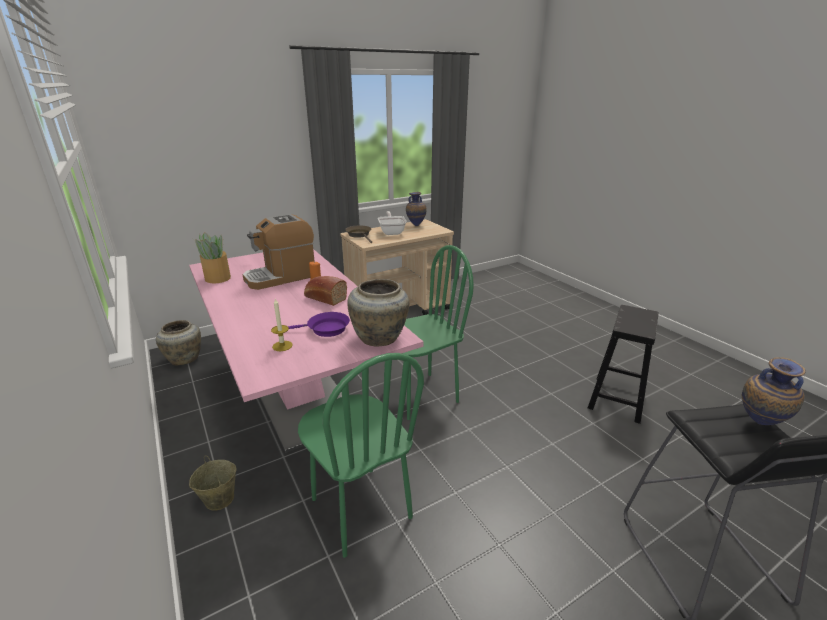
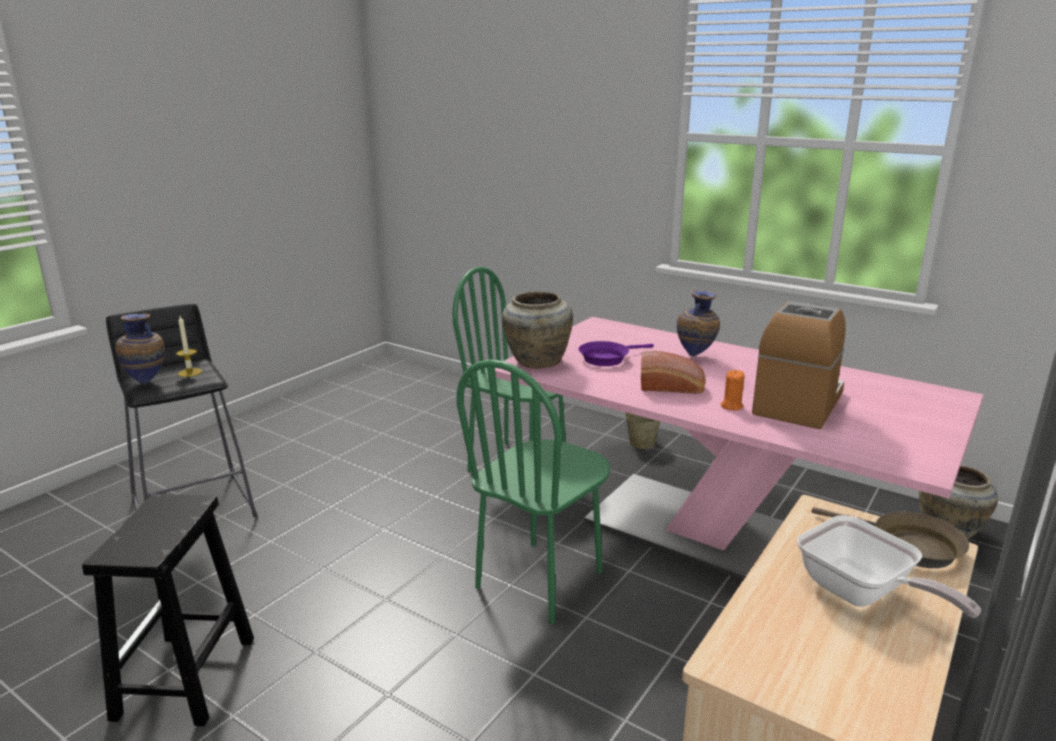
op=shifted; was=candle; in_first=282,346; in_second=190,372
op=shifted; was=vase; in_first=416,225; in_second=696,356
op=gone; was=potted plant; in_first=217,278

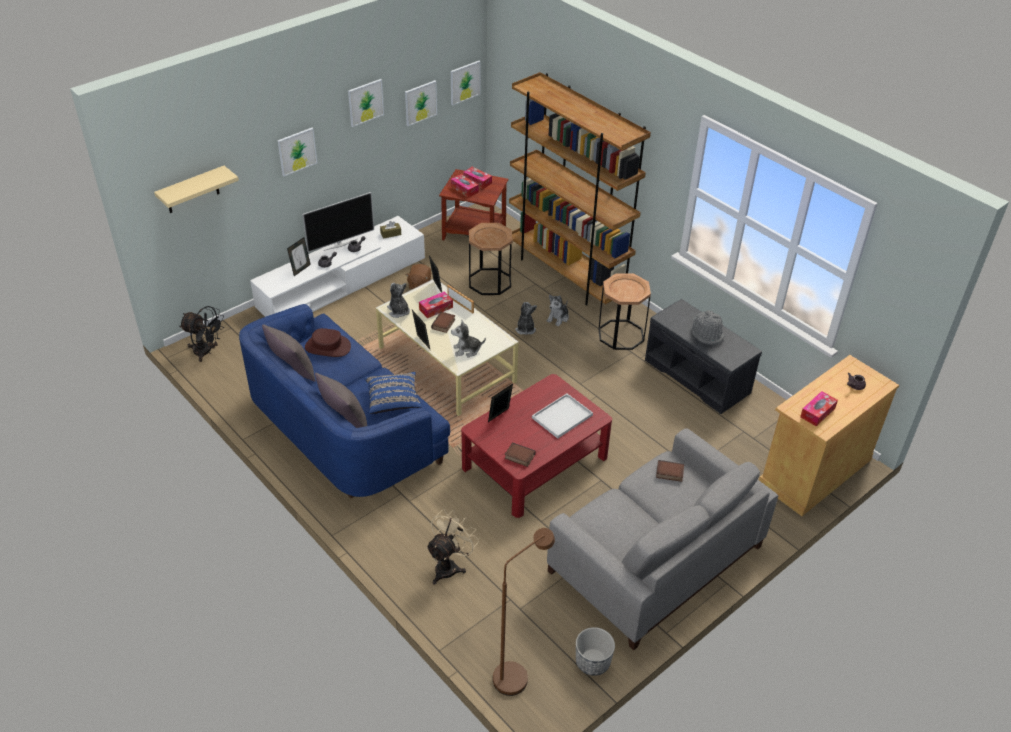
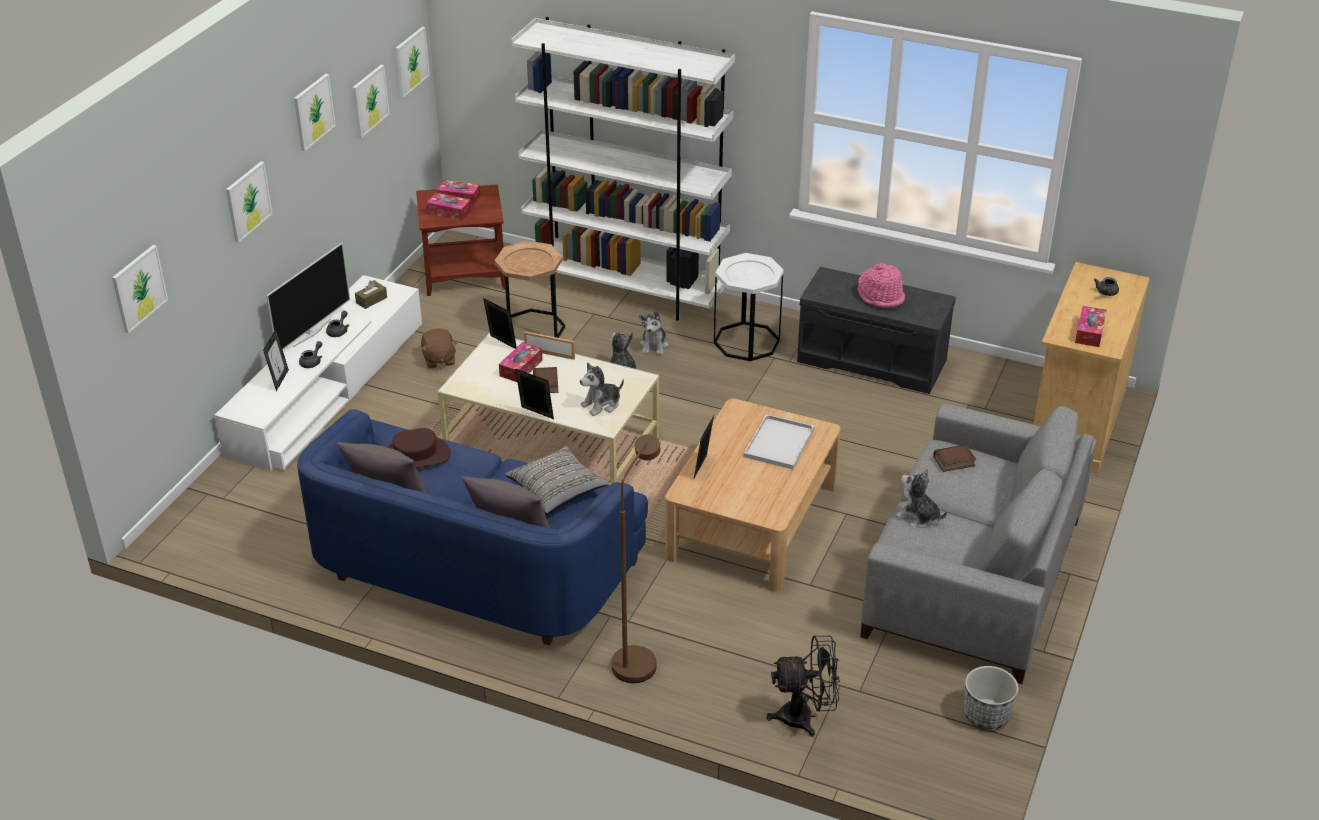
op=swapped; was=shelf/beige; now=picture; in_first=192,190; in_second=139,288
op=repainted; was=pillow/blue; now=pillow/grey; in_first=393,400; in_second=557,491
op=repainted; was=bookcase/brown; now=bookcase/white; in_first=567,274; in_second=626,291
op=shifted; was=floor lamp/brown; in_first=516,673; in_second=637,657
op=repainted; was=coffee table/red; now=coffee table/beige; in_first=535,462; in_second=752,521
op=repainted; was=side table/brown; now=side table/white; in_first=621,335; in_second=746,341
op=shifted; was=fan/black; in_first=206,352; in_second=805,717
op=repainted; was=hat/grey; now=hat/pink; in_first=707,334; in_second=881,296
op=shifted; was=plush toy; in_first=398,311; in_second=918,517
op=gone; was=fan/beige; in_first=449,566
op=gone; was=book; in_first=519,457

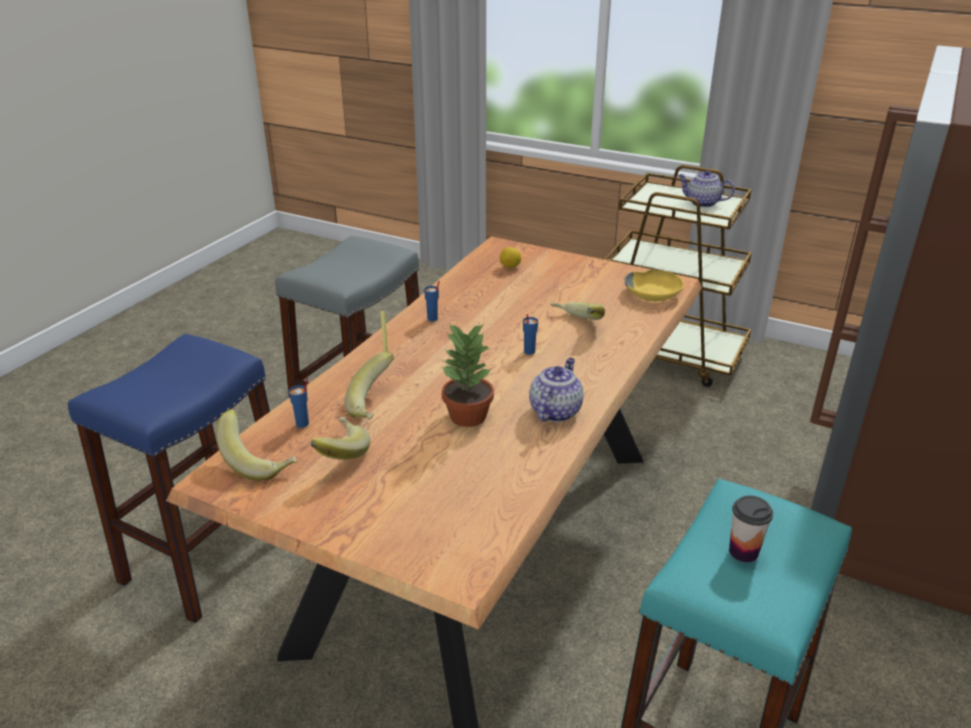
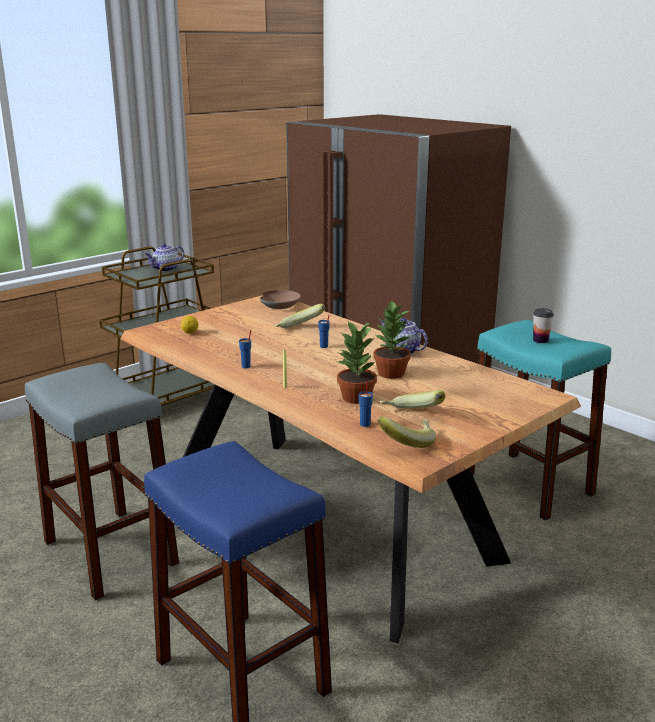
op=repainted; was=bowl/yellow; now=bowl/brown; in_first=654,293; in_second=280,305
op=swapped; was=banana; now=potted plant; in_first=375,405; in_second=356,398

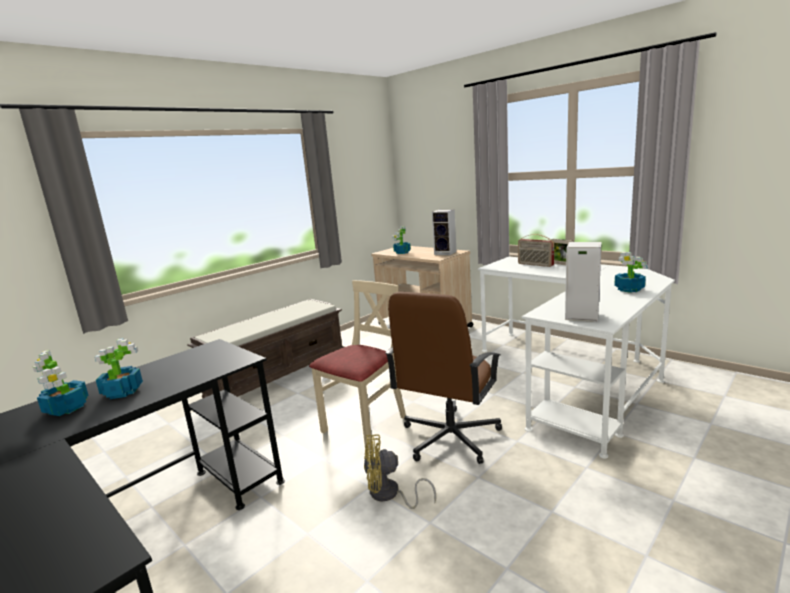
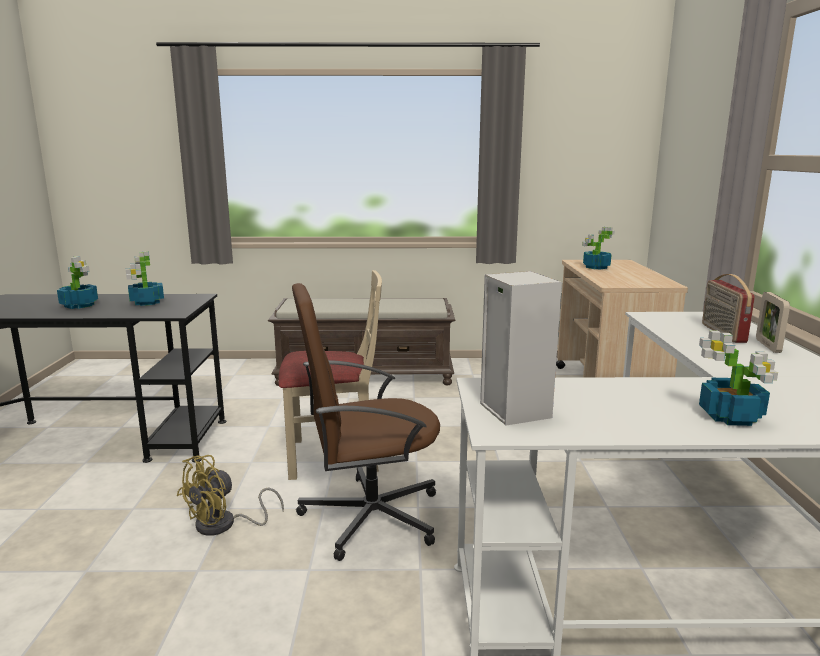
op=shifted; was=potted plant; in_first=67,408; in_second=146,302
op=rotated; was=fan/yellow; in_first=389,495; in_second=224,525; clockwise=-90
op=gone; was=speaker; in_first=446,253

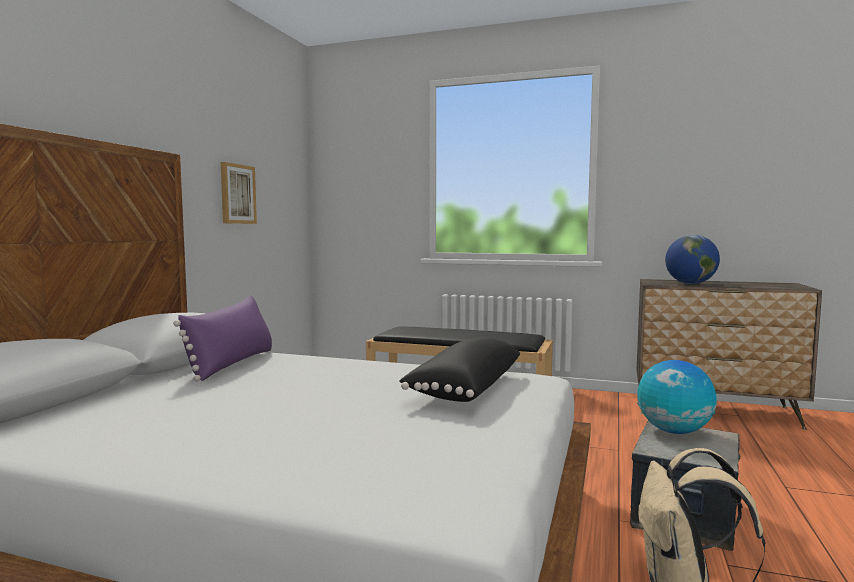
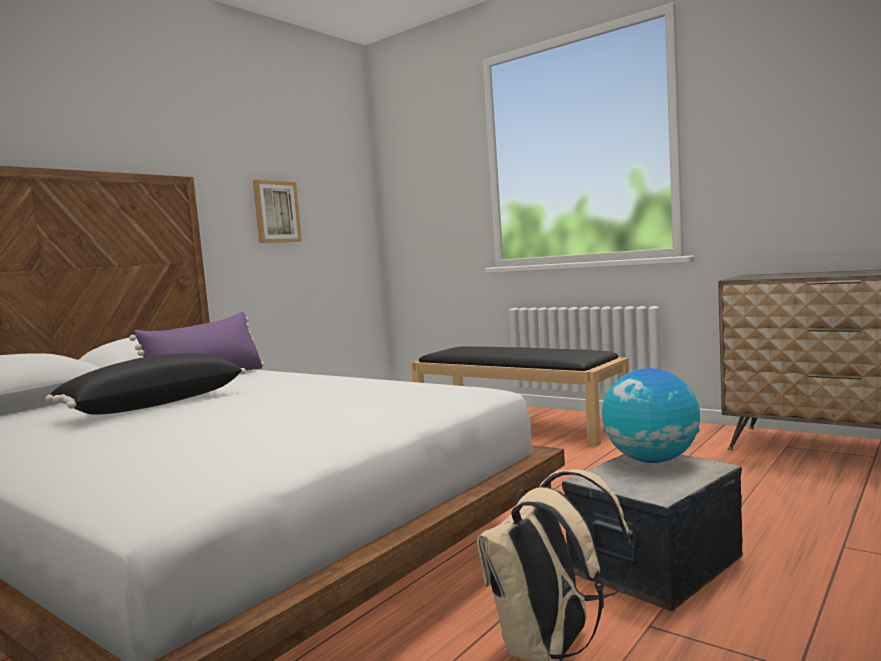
op=shifted; was=pillow/black; in_first=464,388; in_second=153,404
op=gone; was=globe; in_first=690,284

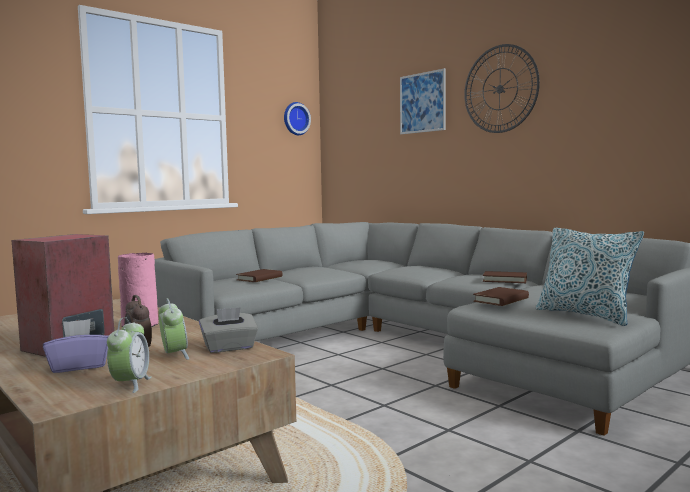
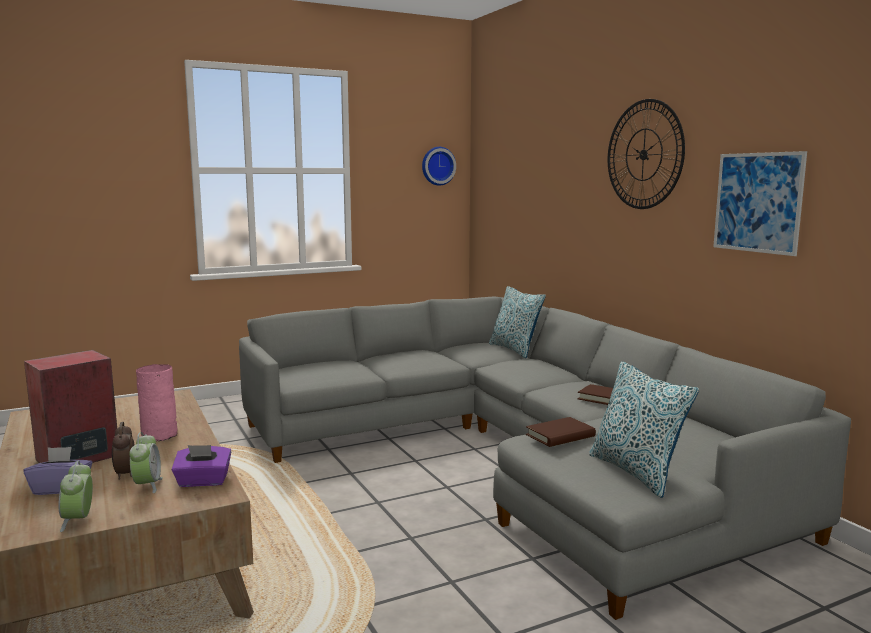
op=rotated; was=alarm clock; in_first=130,384; in_second=78,520; clockwise=150
op=repainted; was=tissue box/grey; now=tissue box/purple; in_first=229,348; in_second=203,481
op=new; now=pillow; in_second=514,349
op=shifted; was=picture; in_first=422,102; in_second=757,202
op=gone; was=book/brown; in_first=259,278

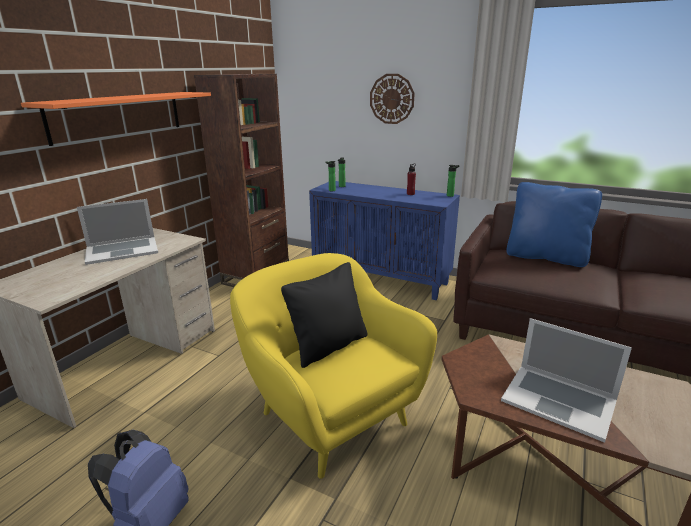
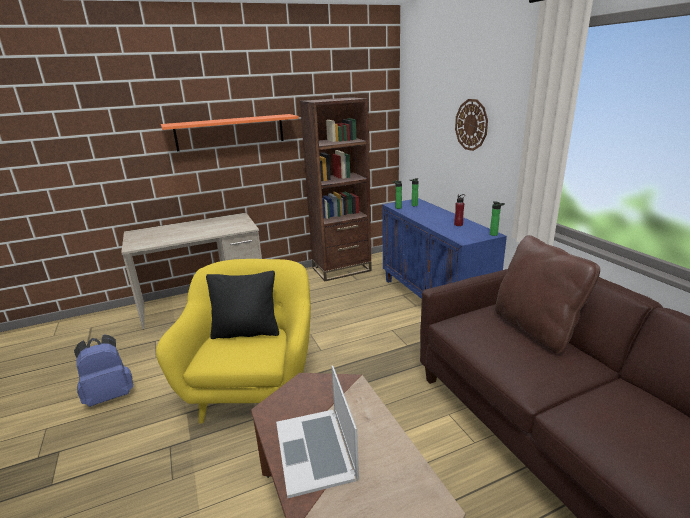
op=repainted; was=pillow/blue; now=pillow/brown; in_first=545,257; in_second=535,328
op=gone; was=laptop; in_first=122,250

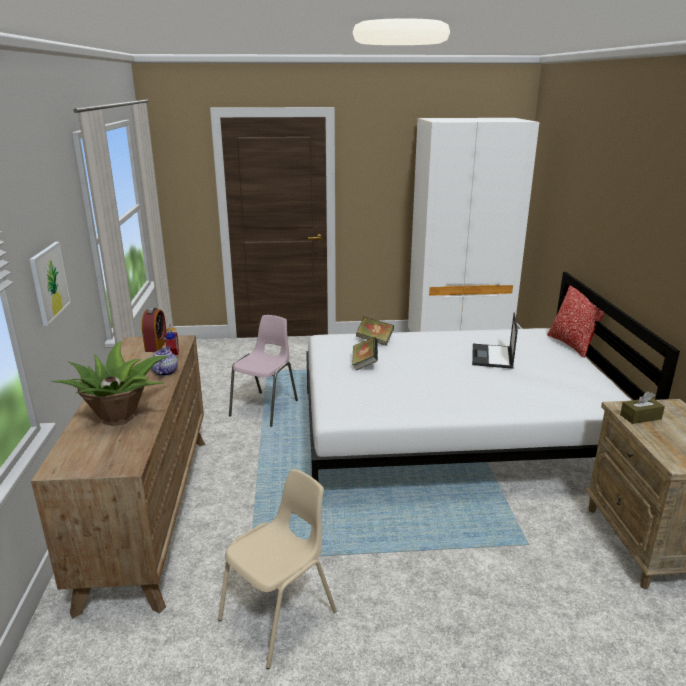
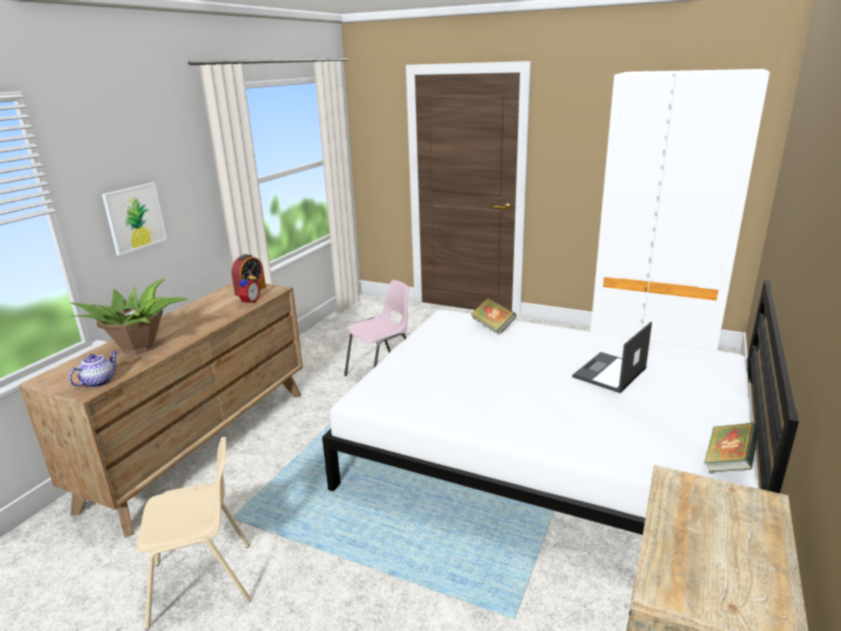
op=shifted; was=teapot; in_first=165,372; in_second=99,382
op=shifted; was=book; in_first=364,364; in_second=727,463
op=gone; was=pillow; in_first=572,345
op=gone; was=tissue box/brown; in_first=640,417

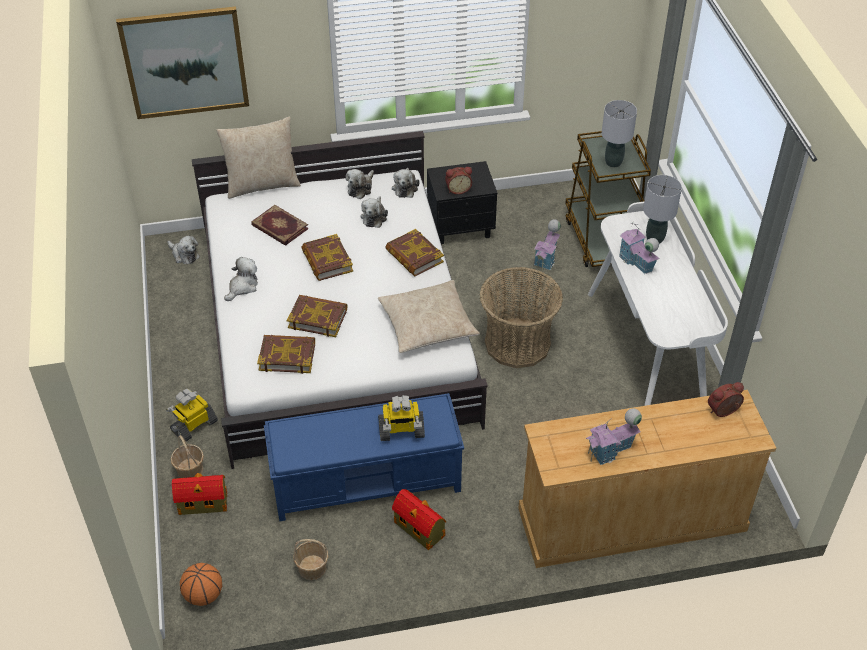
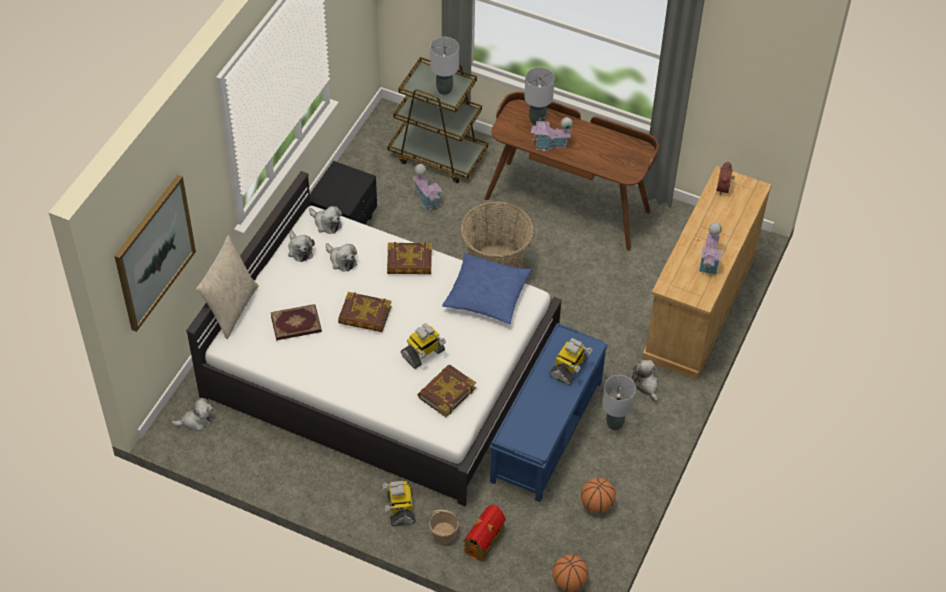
op=swapped; was=book; now=toy robot; in_first=318,318; in_second=423,354
op=repainted; was=pillow/beige; now=pillow/blue; in_first=427,324; in_second=487,295
op=repainted; was=desk/white; now=desk/brown; in_first=646,351; in_second=568,204
op=swapped; was=basket; now=basketball; in_first=312,567; in_second=597,504
op=swapped; was=toy house; now=table lamp/grey; in_first=420,530; in_second=615,424
op=shifted; was=plush toy; in_first=242,287; in_second=646,385
op=gone; was=alarm clock; in_first=458,189

